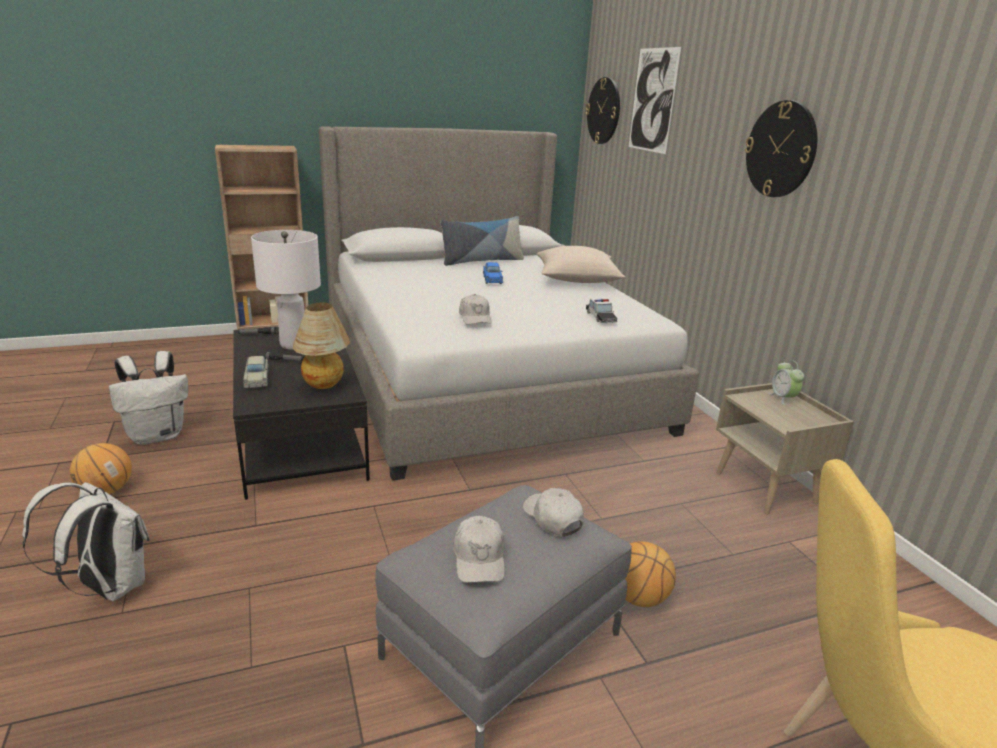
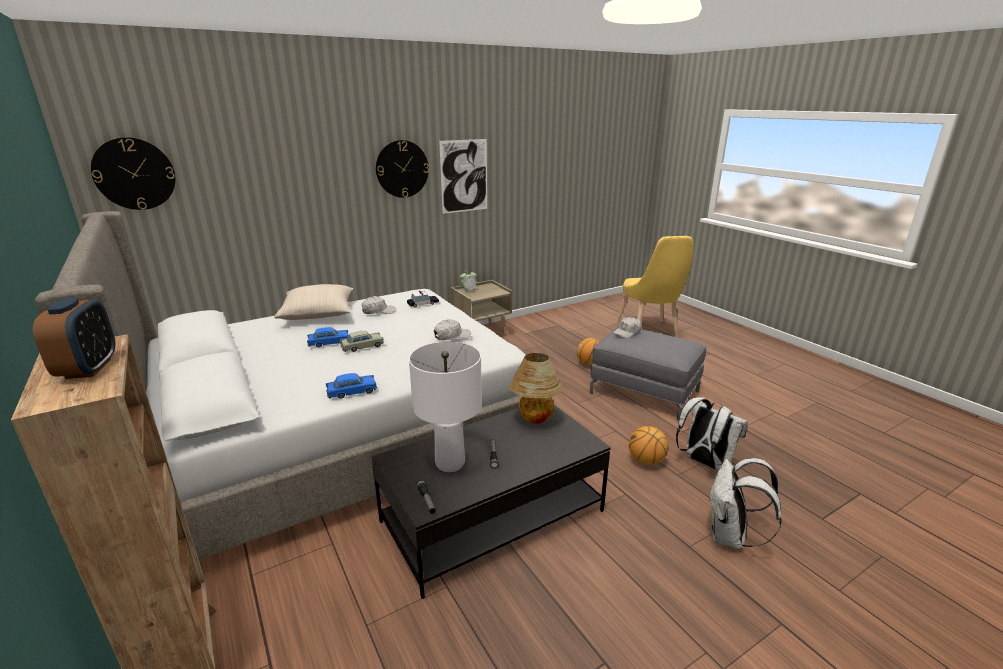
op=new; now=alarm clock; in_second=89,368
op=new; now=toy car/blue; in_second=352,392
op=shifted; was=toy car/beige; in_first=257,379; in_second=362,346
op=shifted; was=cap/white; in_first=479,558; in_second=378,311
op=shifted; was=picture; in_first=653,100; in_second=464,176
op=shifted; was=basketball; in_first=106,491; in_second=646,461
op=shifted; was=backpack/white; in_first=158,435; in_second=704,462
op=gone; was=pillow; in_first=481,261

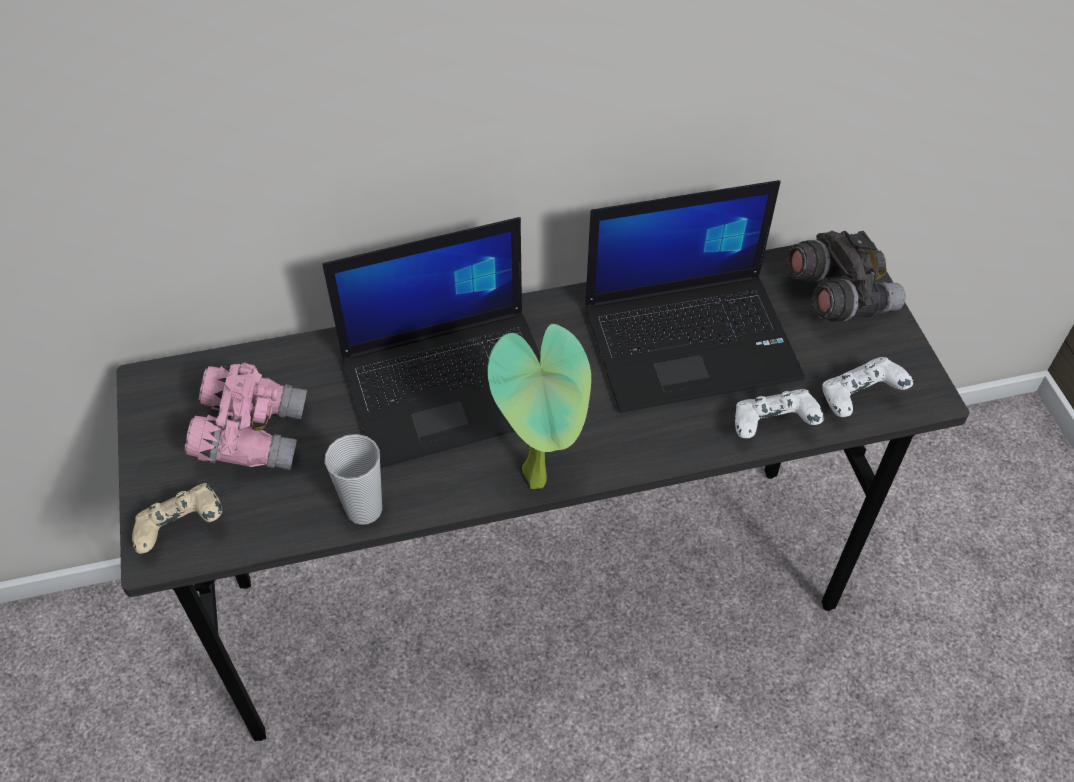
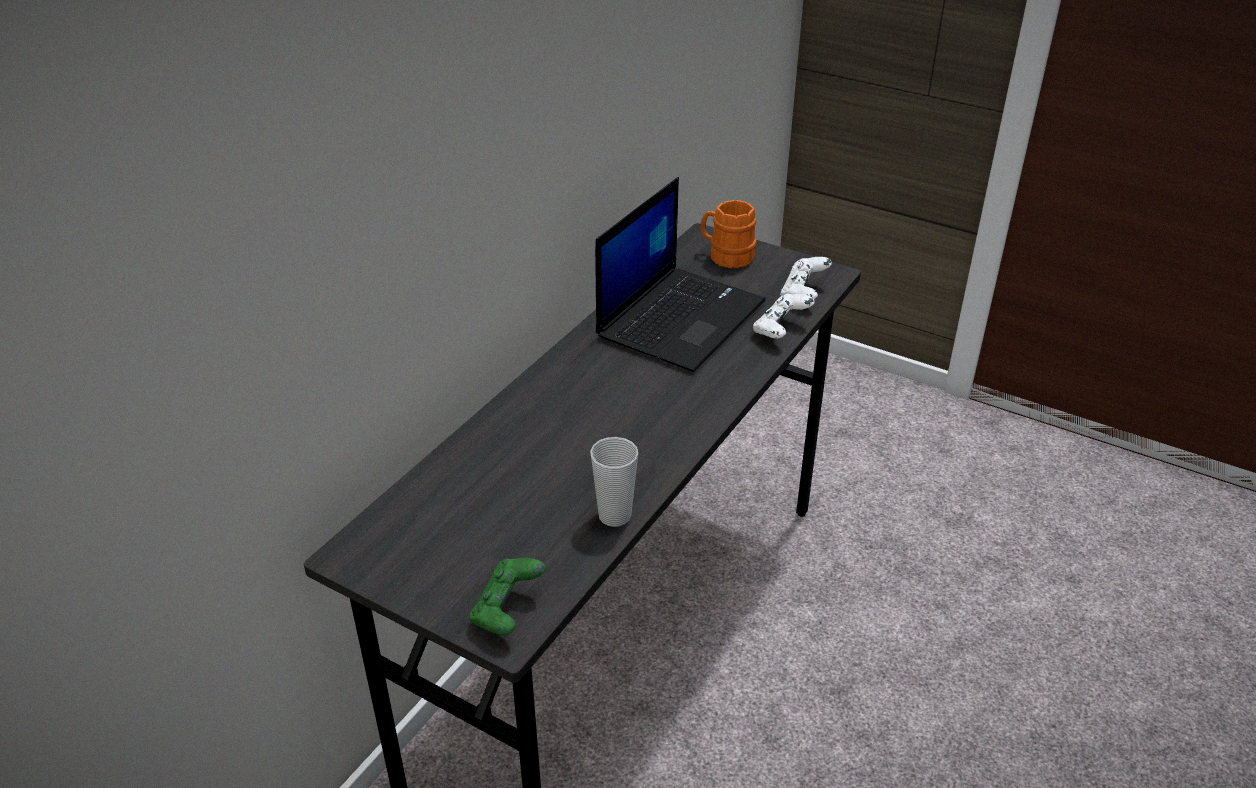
op=repainted; was=game controller/beige; now=game controller/green; in_first=183,530; in_second=507,611
op=swapped; was=binoculars/grey; now=mug/orange; in_first=838,296; in_second=726,256
op=gone; was=binoculars/pink; in_first=252,435
op=gone; was=laptop; in_first=453,385
op=gone; was=potted plant; in_first=542,477

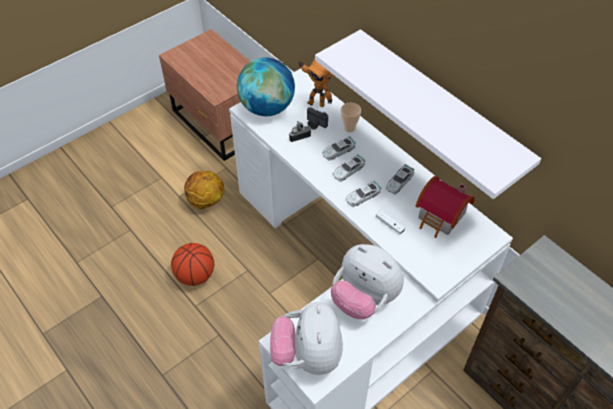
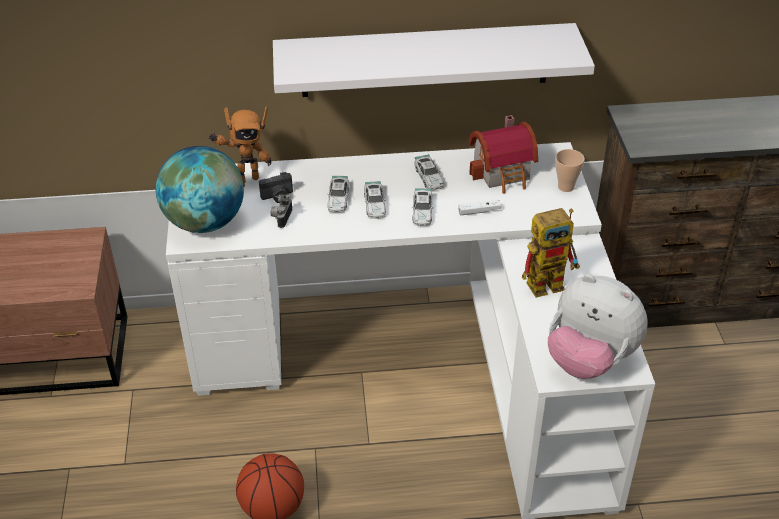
op=swapped; was=plush toy; now=toy robot; in_first=364,299; in_second=551,282
op=shifted; was=cup; in_first=349,128; in_second=566,187
op=gone; was=basketball; in_first=205,201

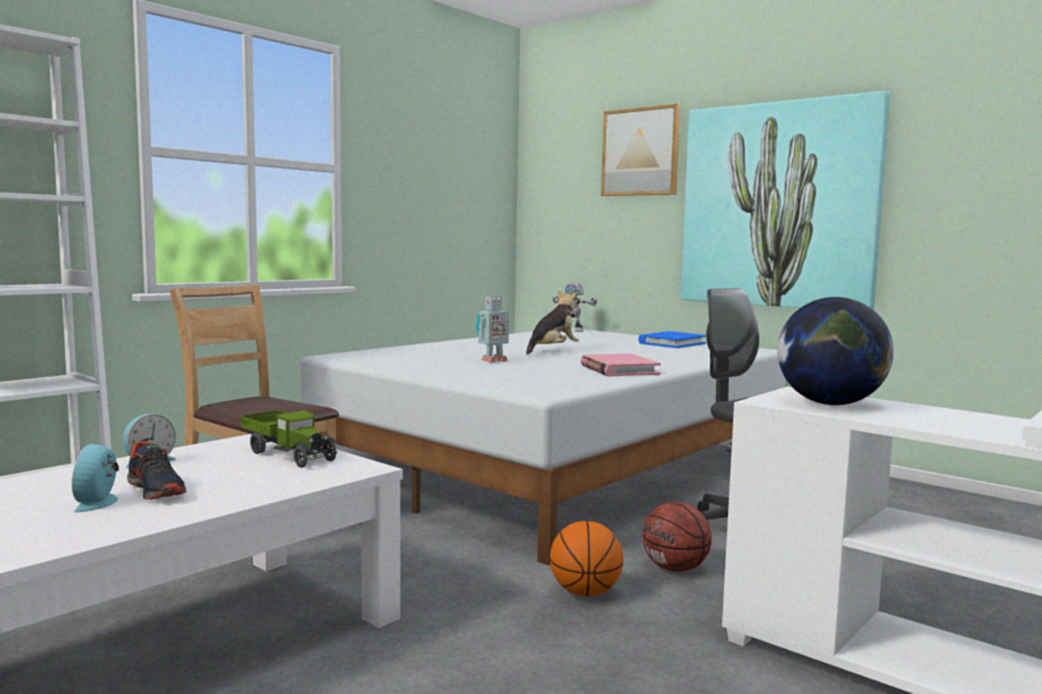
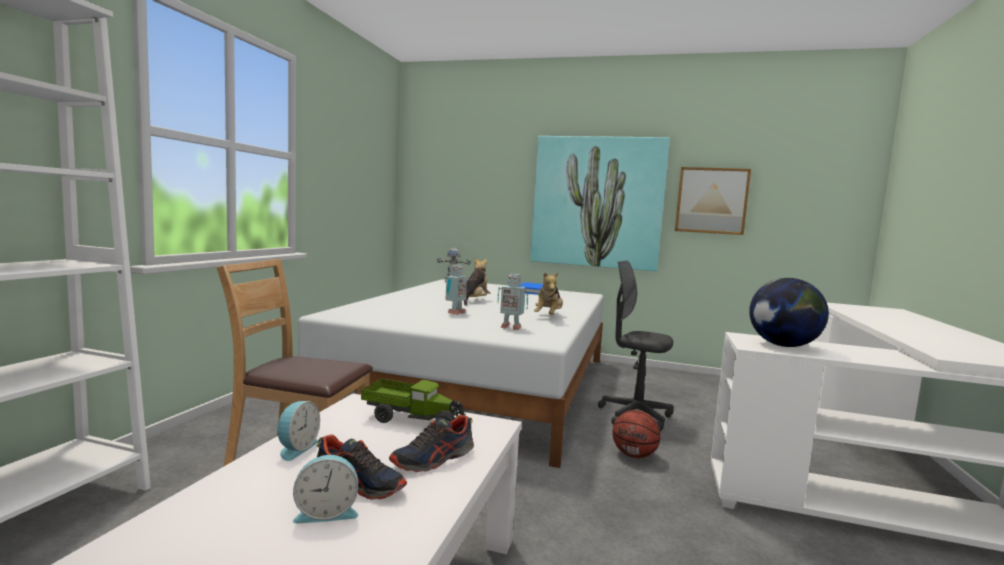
op=rotated; was=alarm clock; in_first=99,502; in_second=326,512; clockwise=-75
op=new; now=shoe; in_second=433,459
op=new; now=toy robot; in_second=510,327
op=swapped; was=book/pink; now=plush toy; in_first=618,370; in_second=548,316
op=shifted; was=picture; in_first=640,152; in_second=711,200
op=gone; was=basketball; in_first=585,593

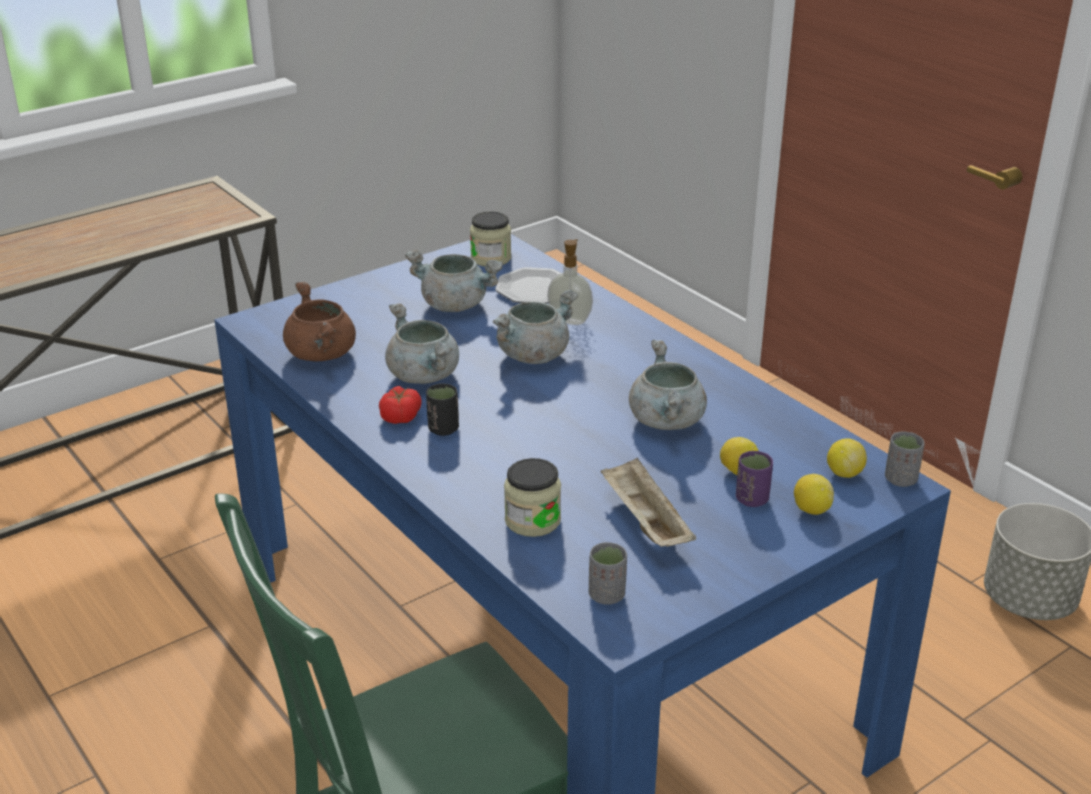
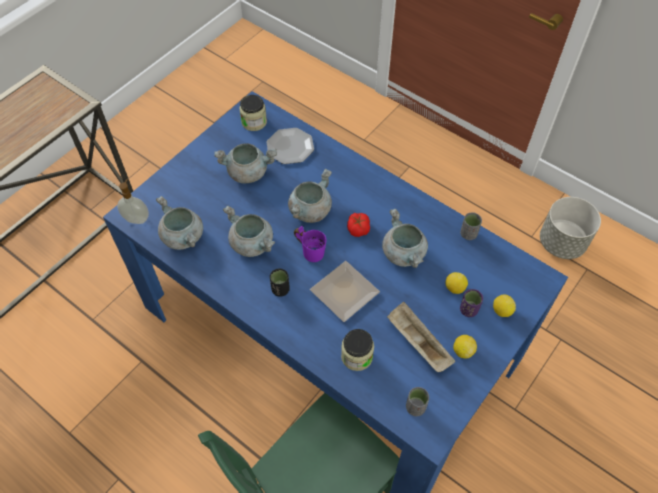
op=shifted; was=soap dispenser; in_first=570,320; in_second=137,218
op=repainted; was=cooking pot/brown; now=cooking pot/grey; in_first=323,354; in_second=184,237
op=new; now=mug/purple; in_second=311,250
op=new; now=plate; in_second=344,295
op=shifted; was=tomato; in_first=400,416; in_second=358,228
op=shifted; was=lemon; in_first=844,473; in_second=463,351
op=shifted; was=cup/grey; in_first=900,479; in_second=468,234

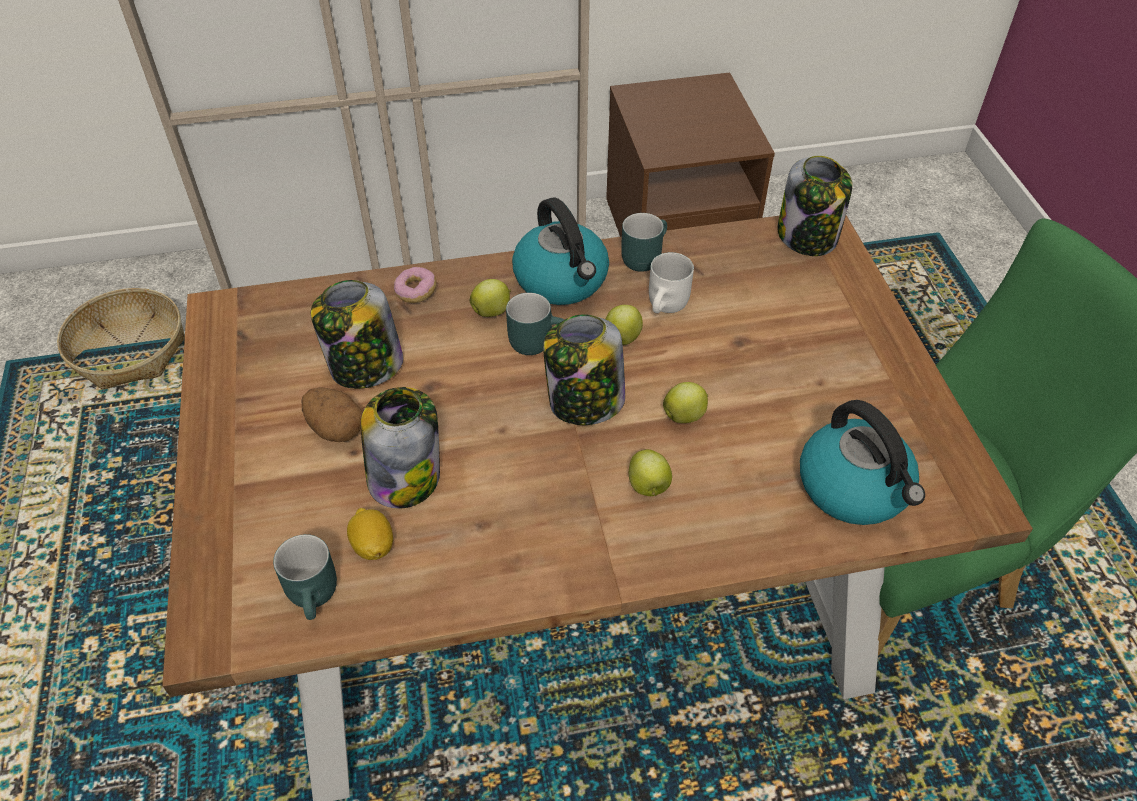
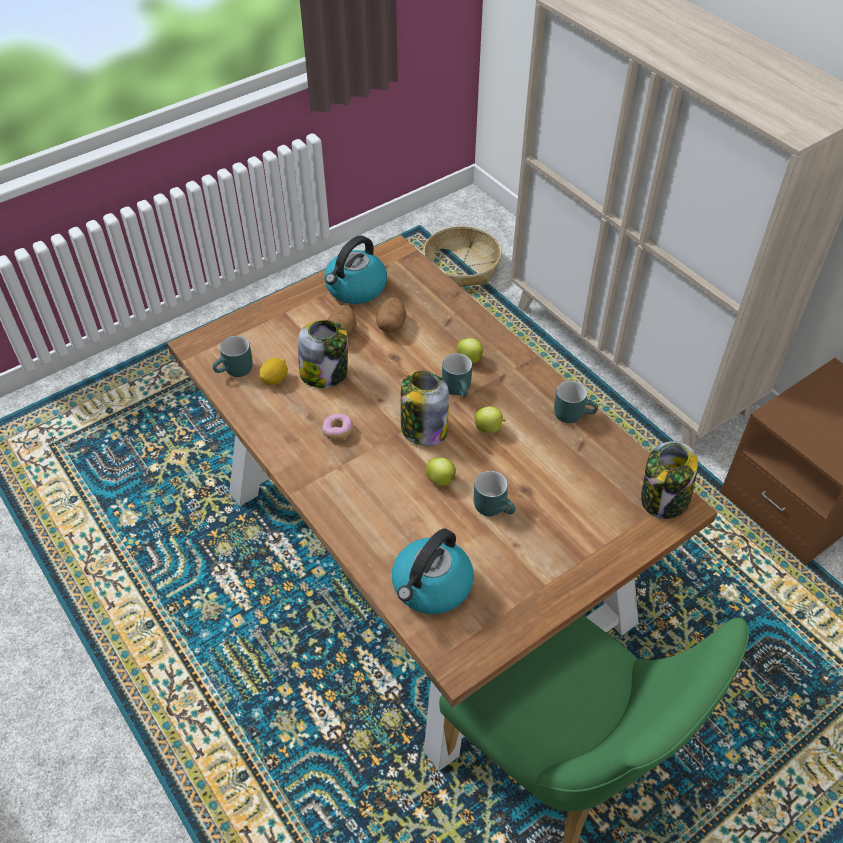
op=shifted; was=donut; in_first=416,292; in_second=338,431
op=shifted; was=kettle; in_first=562,280; in_second=355,289
op=swapped; was=jar; now=potato; in_first=365,367; in_second=391,325
op=new; now=mug/turquoise; in_second=495,506
op=gone; was=apple; in_first=648,487
op=gone; was=mug/white; in_first=668,306

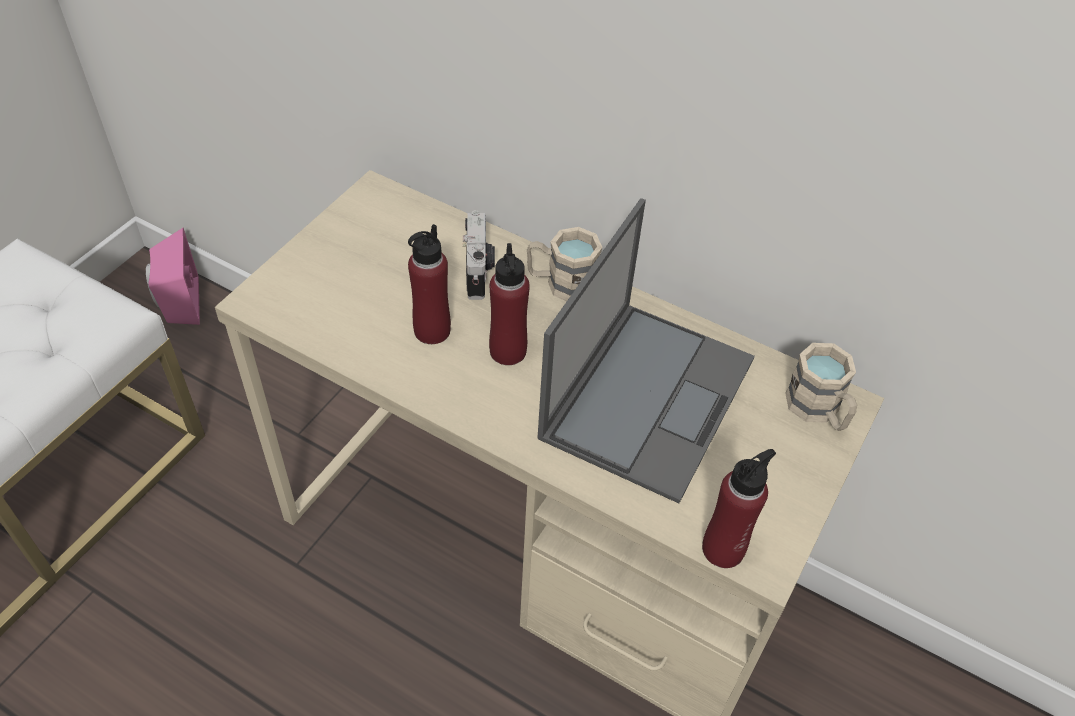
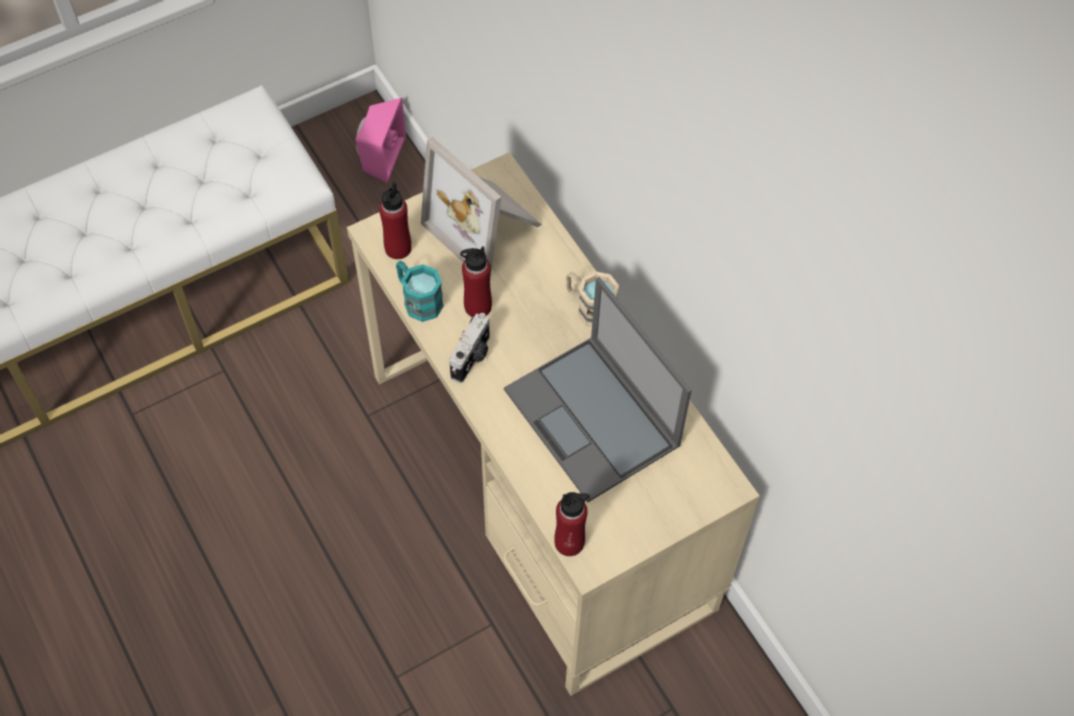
op=shifted; was=bottle/red; in_first=508,351; in_second=398,248
op=new; now=mug/turquoise; in_second=418,299
op=new; now=picture frame; in_second=486,226
op=shifted; was=photo camera; in_first=479,271; in_second=472,357
op=rotated; was=laptop; in_first=648,395; in_second=593,419; clockwise=90
op=gone; was=mug/beige; in_first=818,411

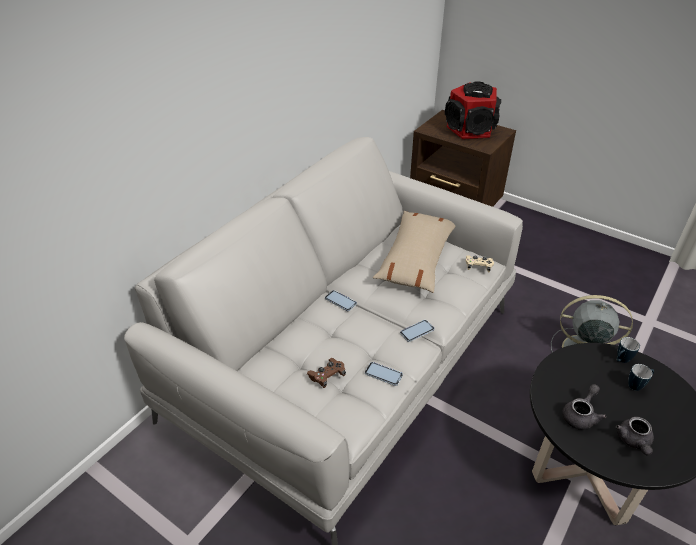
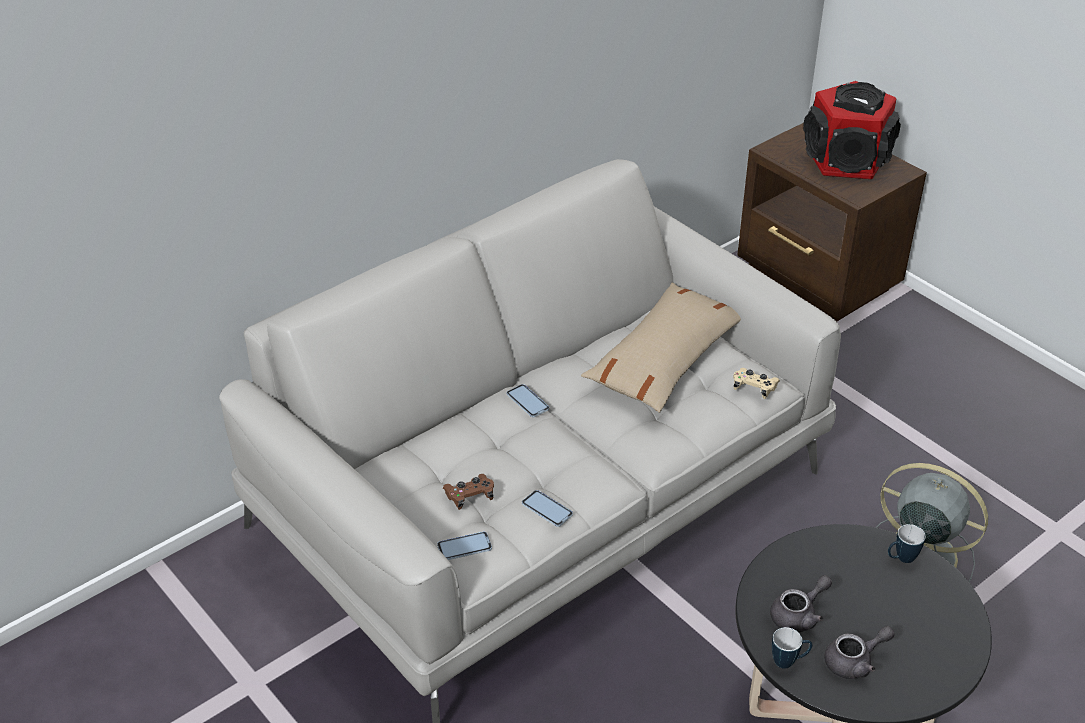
op=shifted; was=phone; in_first=417,331; in_second=464,547
op=shifted; was=mug; in_first=637,385; in_second=789,661
op=rotated; was=teapot/grey; in_first=633,442; in_second=854,662; clockwise=-135

